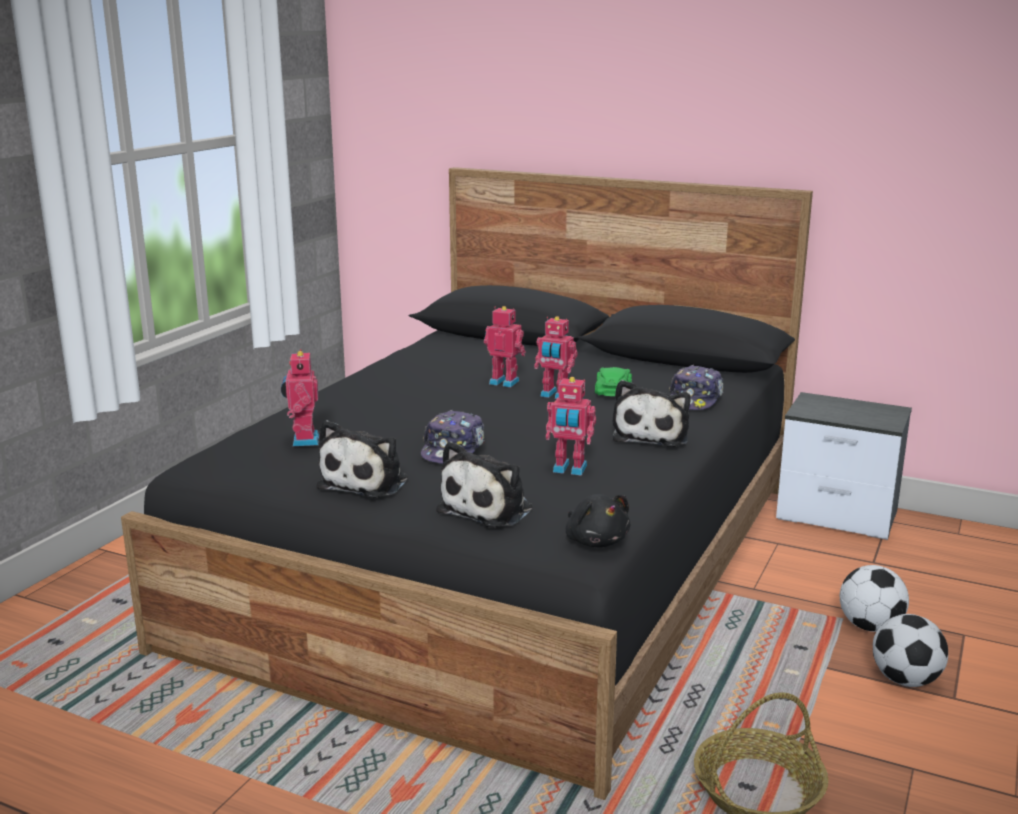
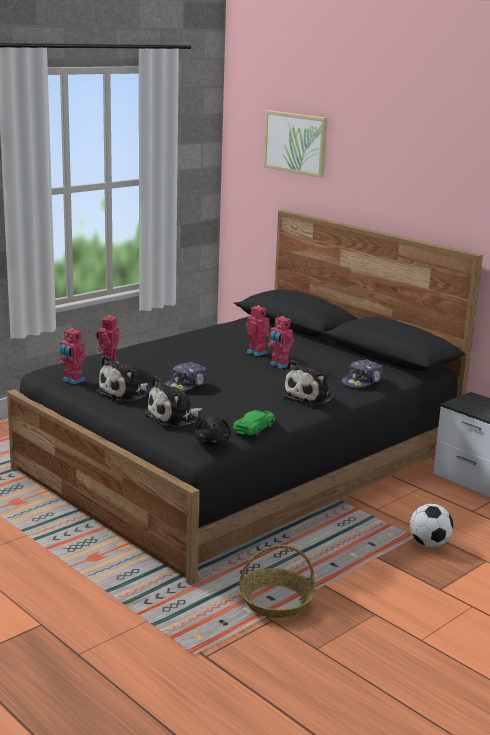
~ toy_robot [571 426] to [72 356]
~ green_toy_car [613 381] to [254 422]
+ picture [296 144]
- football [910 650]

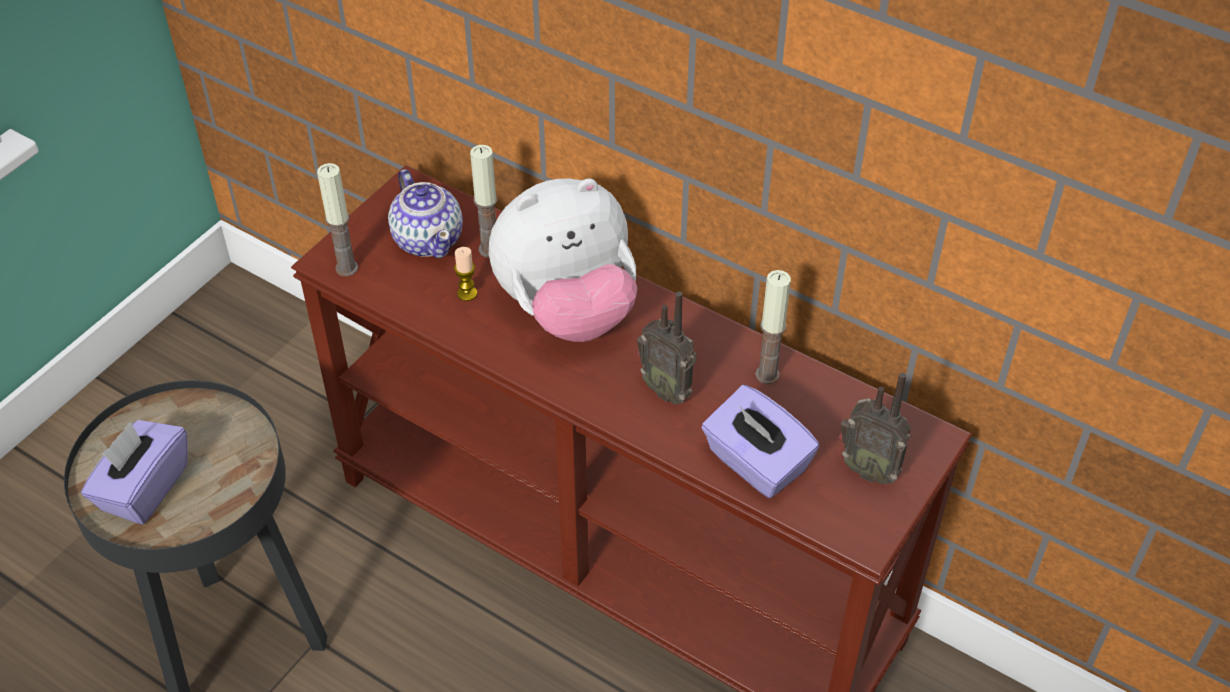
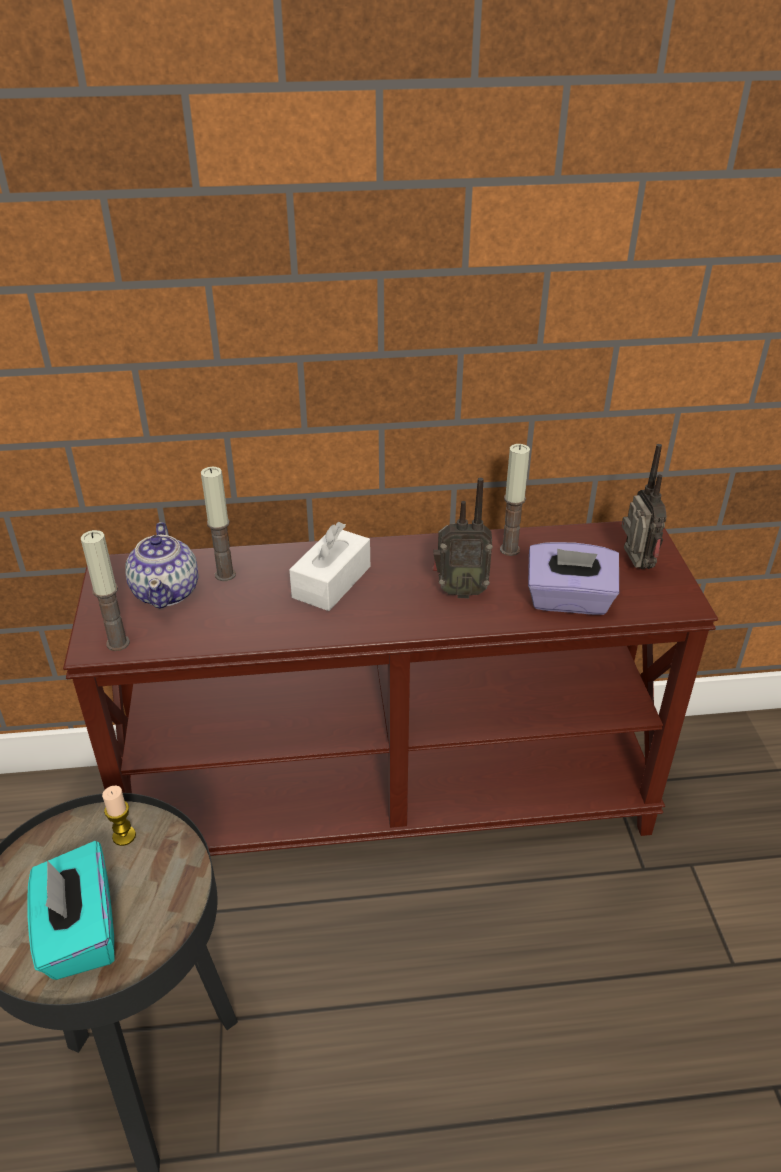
~ purple_tissue_box [134 472] to turquoise_tissue_box [70 910]
~ candle [465 274] to [119 815]
~ teapot [425 213] = [161 565] 60 degrees clockwise
~ plush_toy [563 260] to white_tissue_box [329 566]
~ radio [875 428] = [644 506] 90 degrees counterclockwise

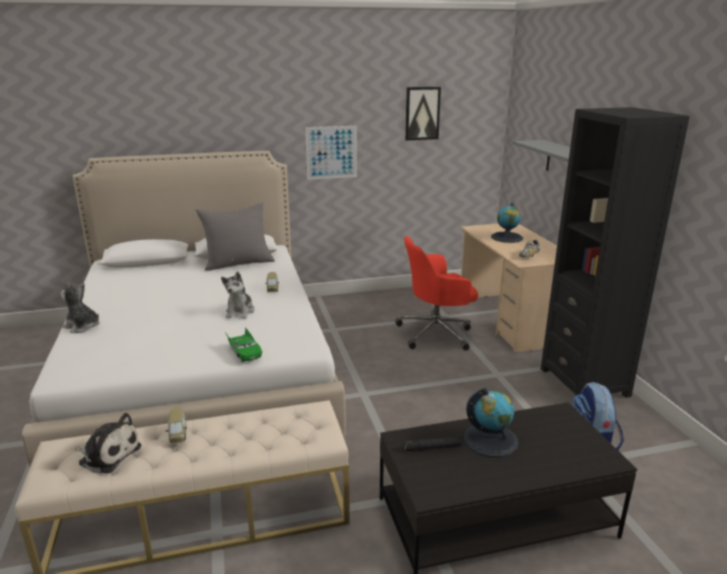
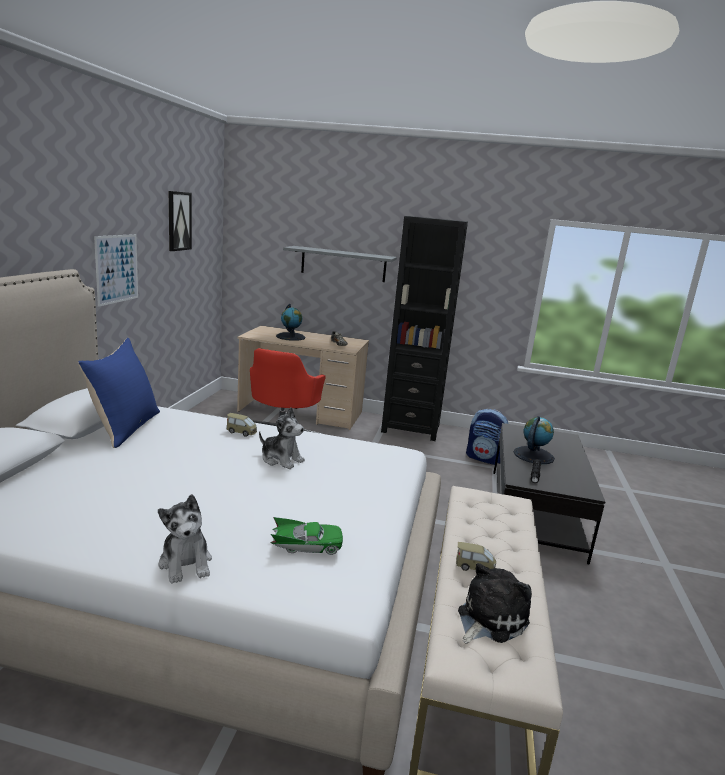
~ grey_pillow [235 236] to blue_pillow [119 393]
~ plush_toy [80 308] = [185 539] 75 degrees counterclockwise
~ green_toy_car [243 344] to [306 536]

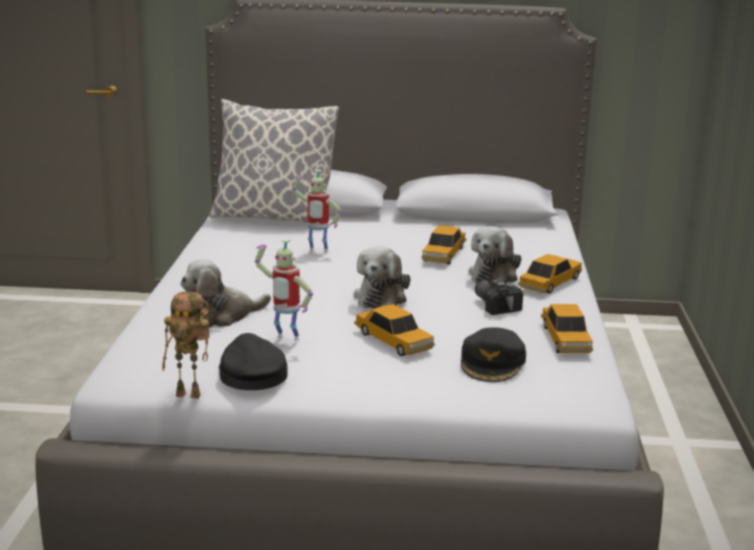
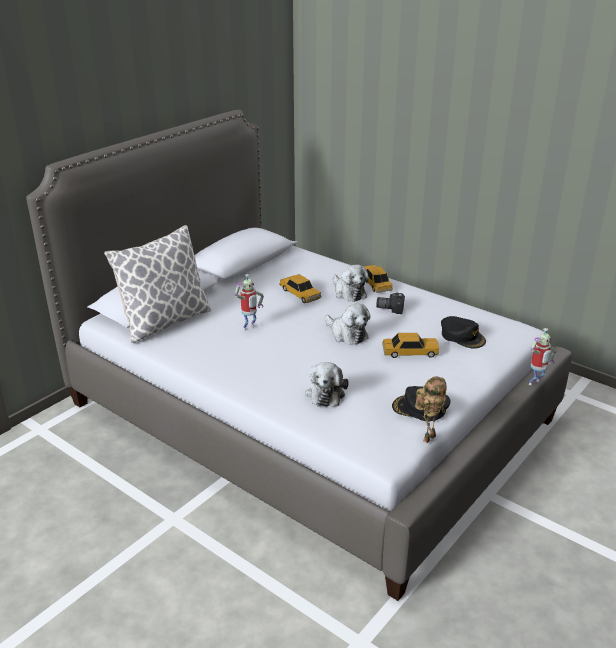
~ toy_robot [284 290] to [542 356]
- toy_car [567 328]

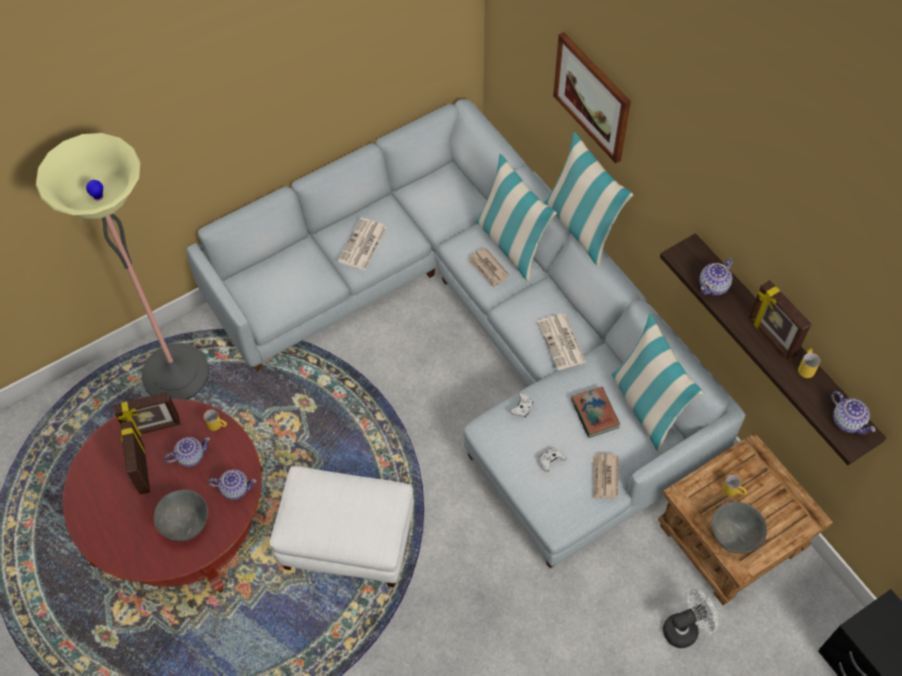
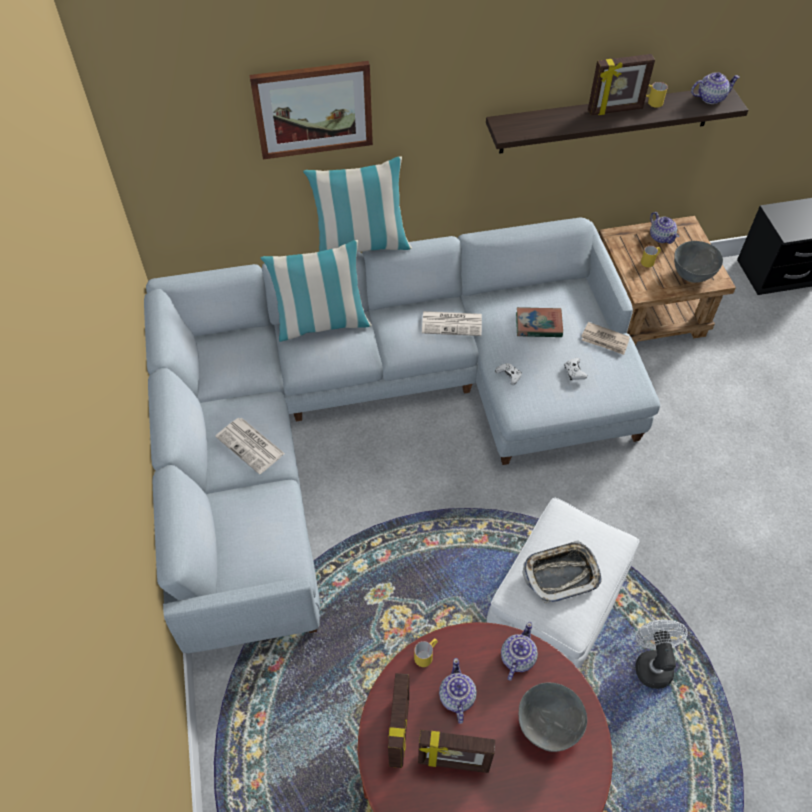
+ tray [562 572]
~ white_fan [690 618] to [661 654]
~ teapot [716 277] to [664 228]
- floor_lamp [122 266]
- newspaper [489 267]
- pillow [657 383]

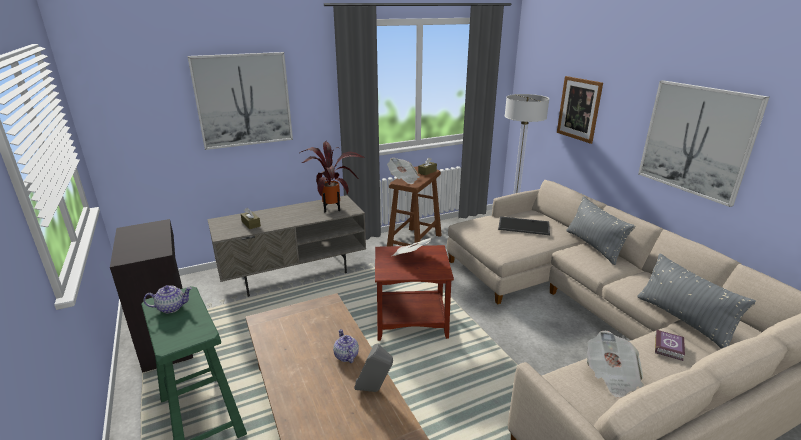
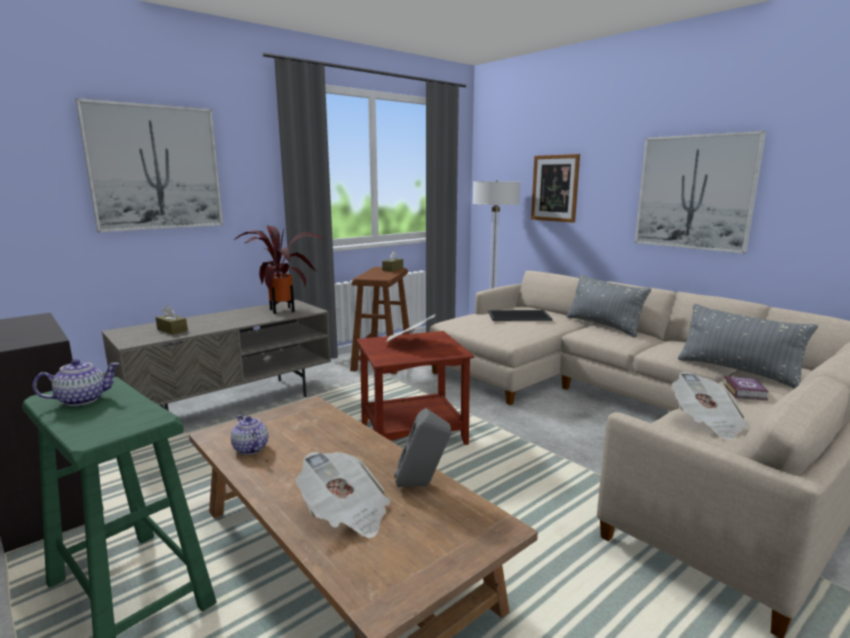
~ teapot [346 346] to [249 435]
~ newspaper [403 171] to [343 495]

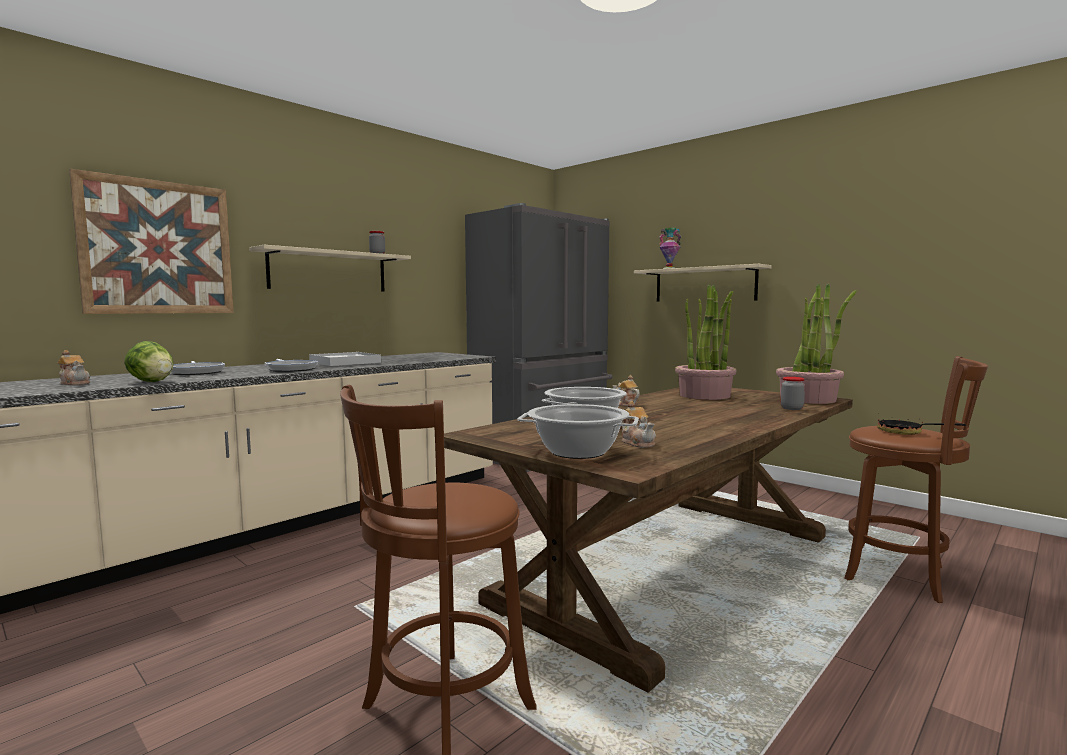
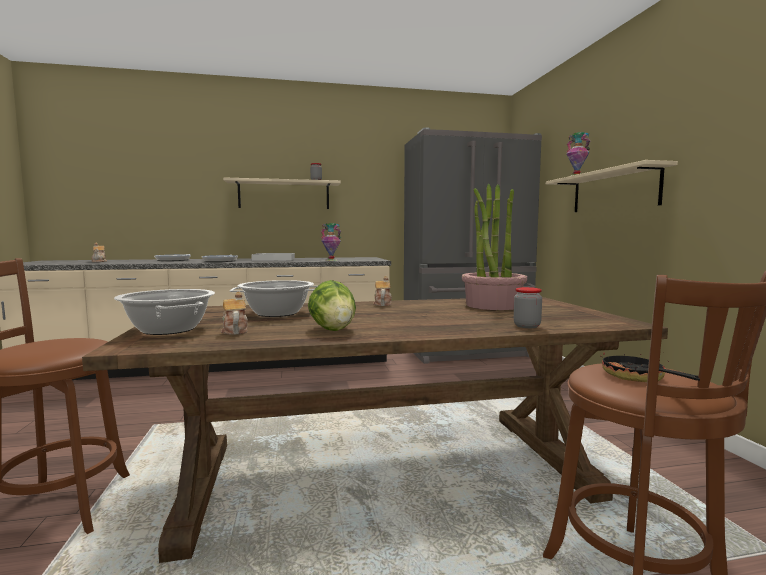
~ teapot [638 424] = [234 313] 150 degrees clockwise
~ lettuce [149 361] to [332 305]
+ vase [331 242]
- picture [151 241]
- potted_plant [816 344]

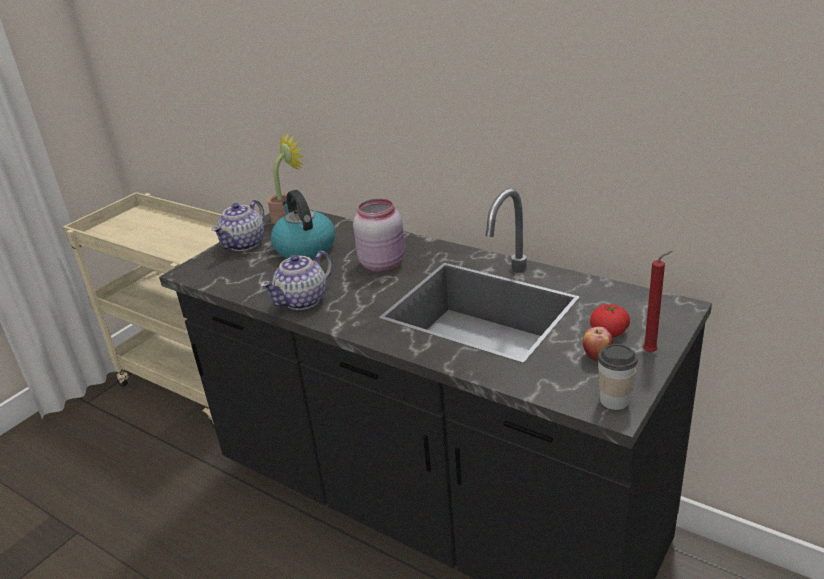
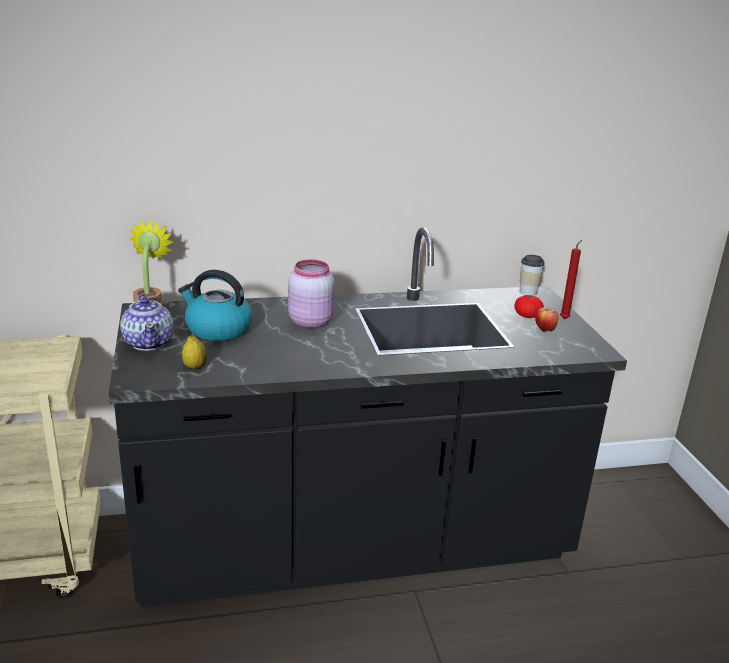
+ lemon [194 353]
~ cup [618 377] to [532 275]
- teapot [296 280]

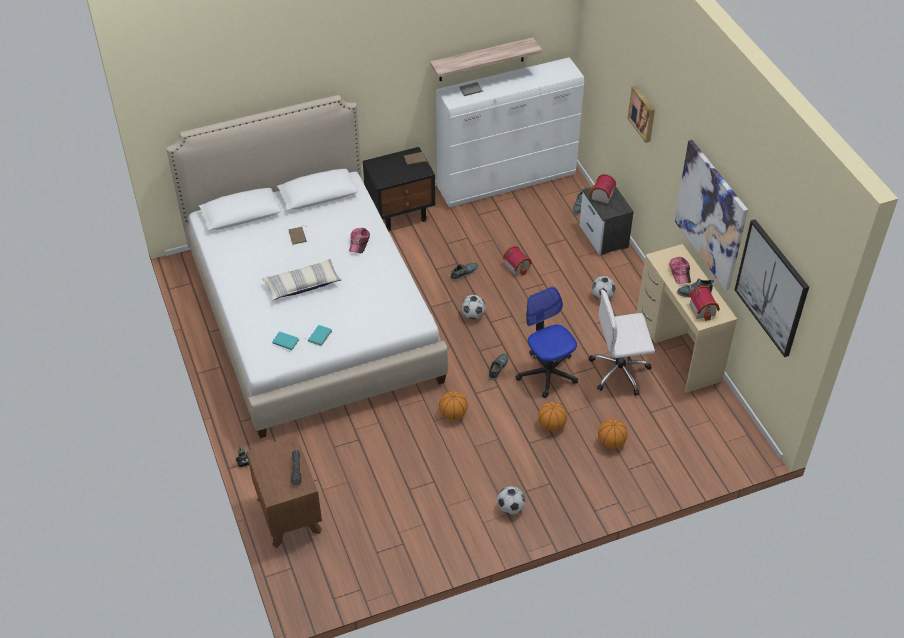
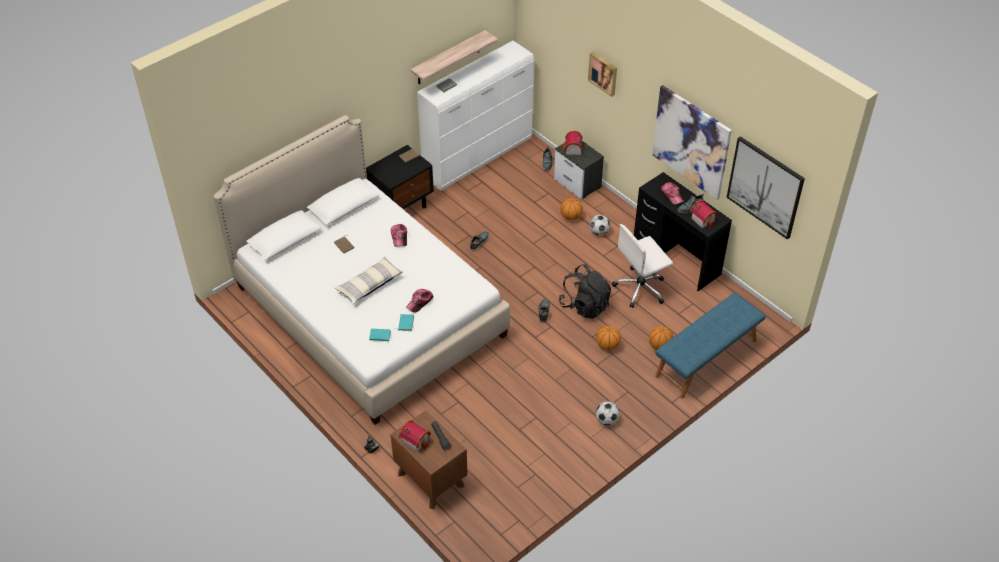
~ toy_house [517 261] to [415 436]
+ cap [419 300]
~ office_chair [546 342] to black_backpack [585 291]
~ basketball [453 405] to [572 209]
~ beige_desk [687 318] to black_desk [683 231]
+ blue_bench [710 345]
- football [473 307]

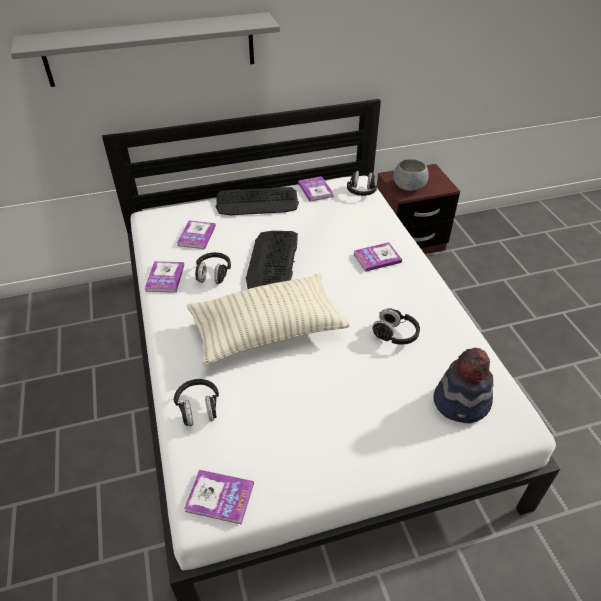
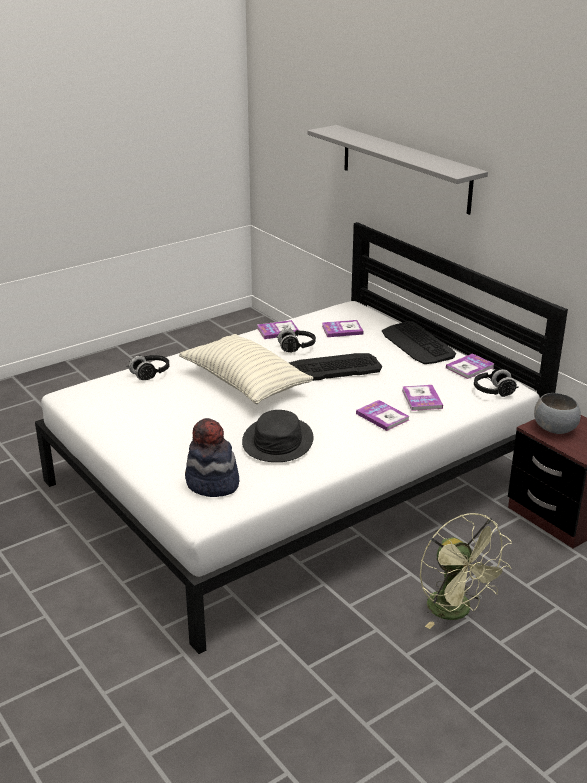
~ black_headphones [396 326] to black_hat [278 436]
~ book [219 497] to [422 398]
+ green_fan [466 571]

